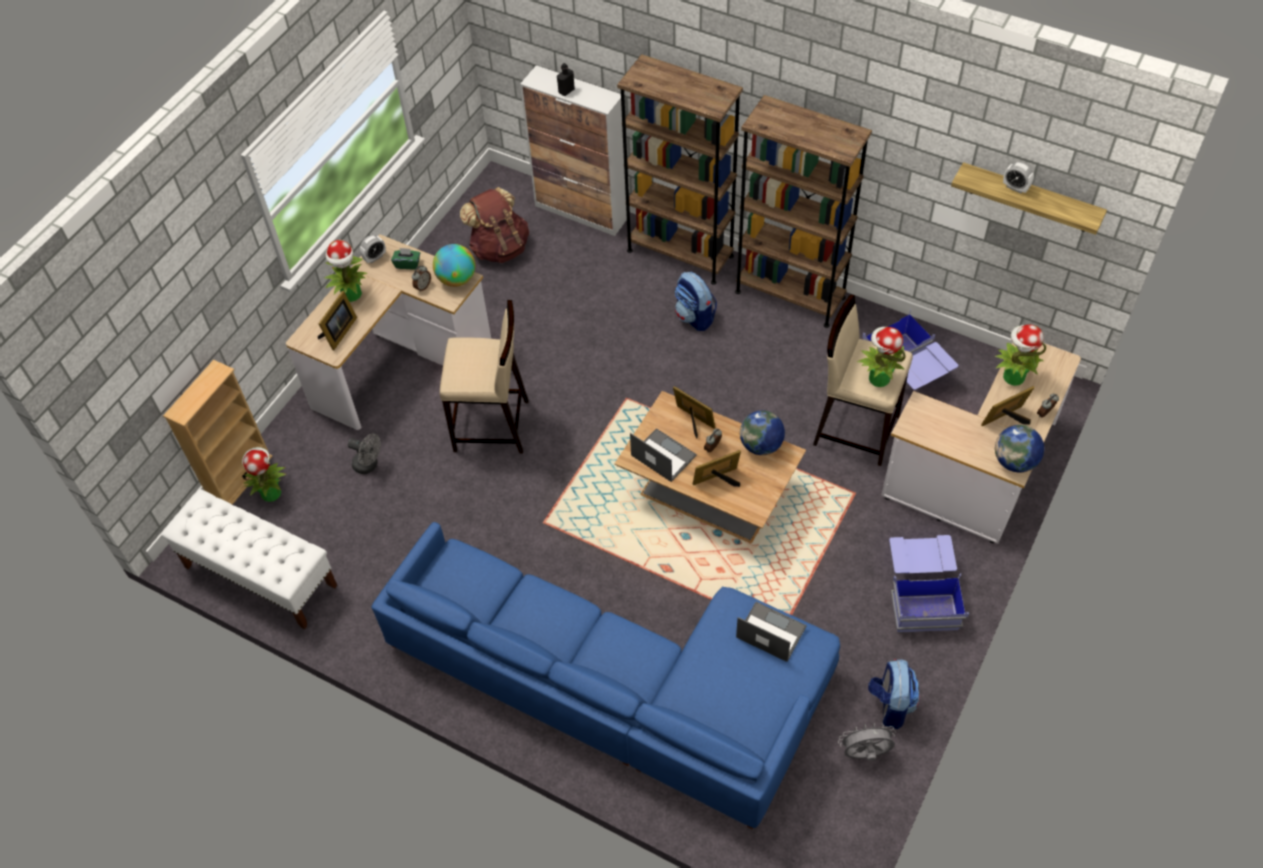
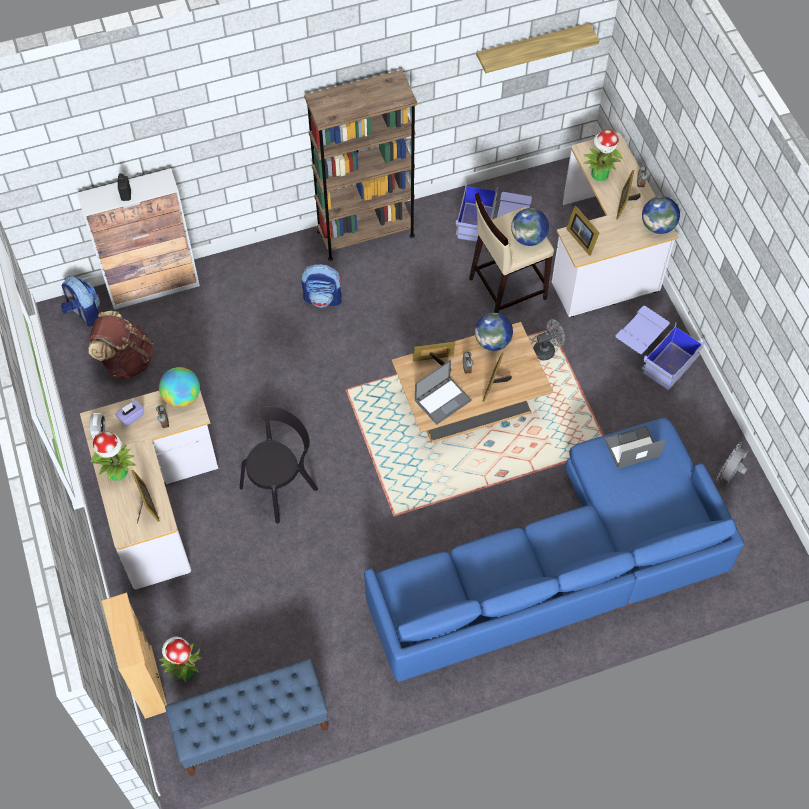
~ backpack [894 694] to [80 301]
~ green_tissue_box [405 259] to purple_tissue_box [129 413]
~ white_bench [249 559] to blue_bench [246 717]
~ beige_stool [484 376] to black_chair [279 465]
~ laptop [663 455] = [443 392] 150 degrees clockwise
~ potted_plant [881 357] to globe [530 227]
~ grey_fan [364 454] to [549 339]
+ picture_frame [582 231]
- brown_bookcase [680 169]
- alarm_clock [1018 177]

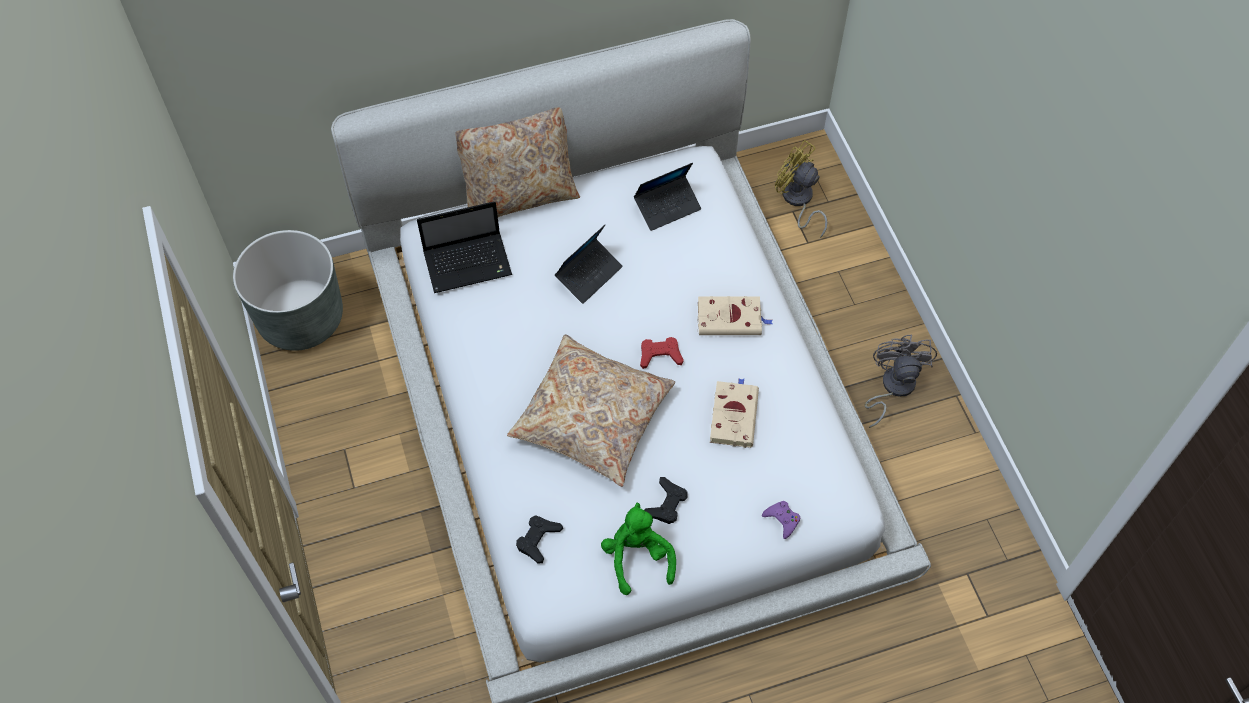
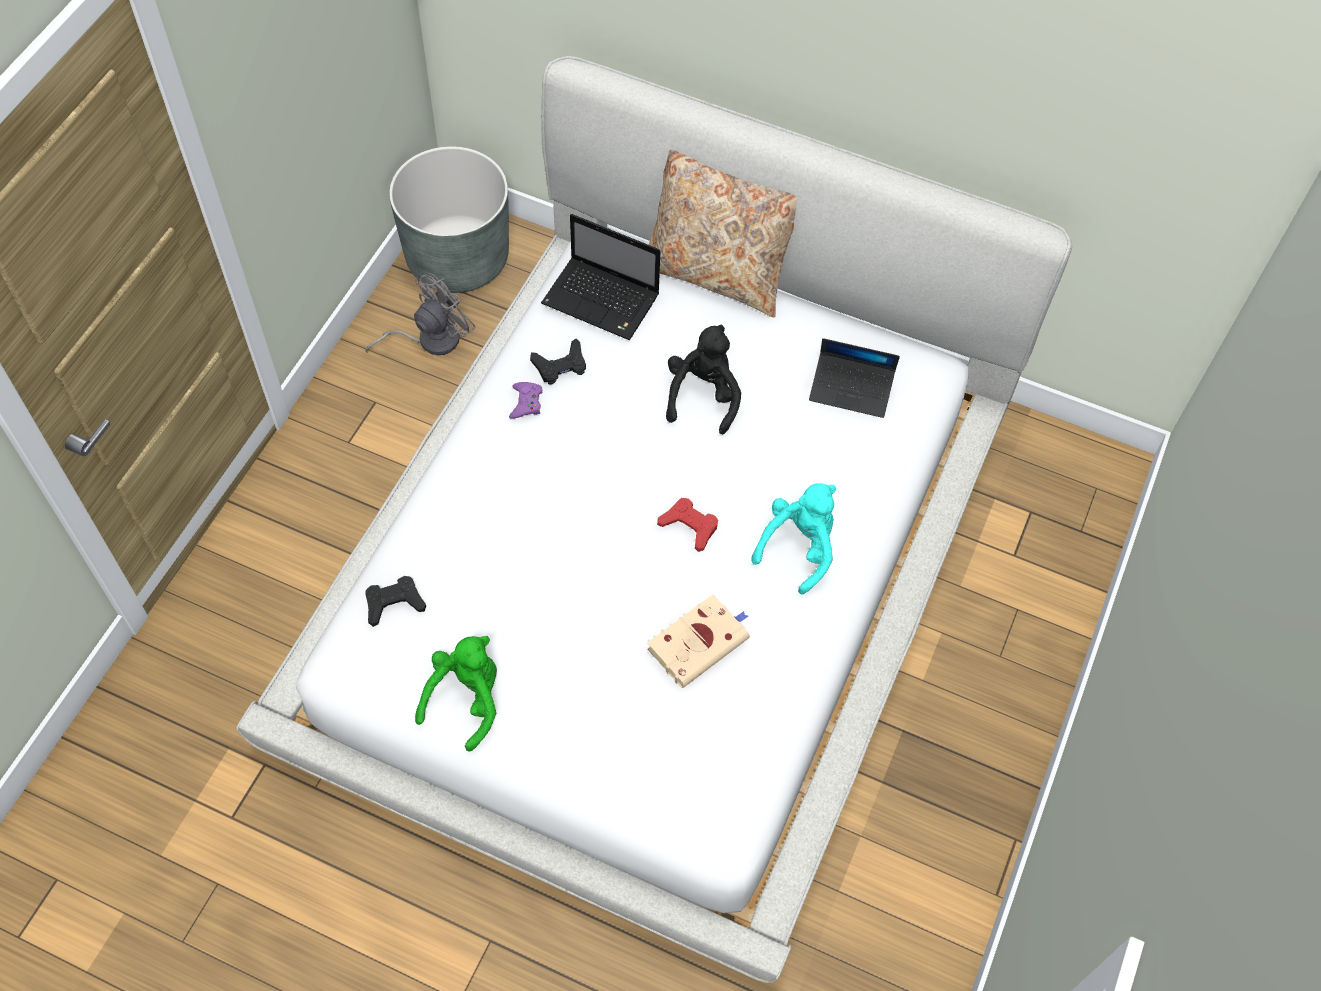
~ grey_fan [901 381] to [420 314]
~ purple_game_controller [781 520] to [525 400]
~ black_game_controller [666 500] to [558 361]
~ laptop [589 264] to black_plush_toy [703 379]
~ beige_book [735 315] to turquoise_plush_toy [793 538]
- beige_pillow [591 410]
- yellow_fan [801 189]

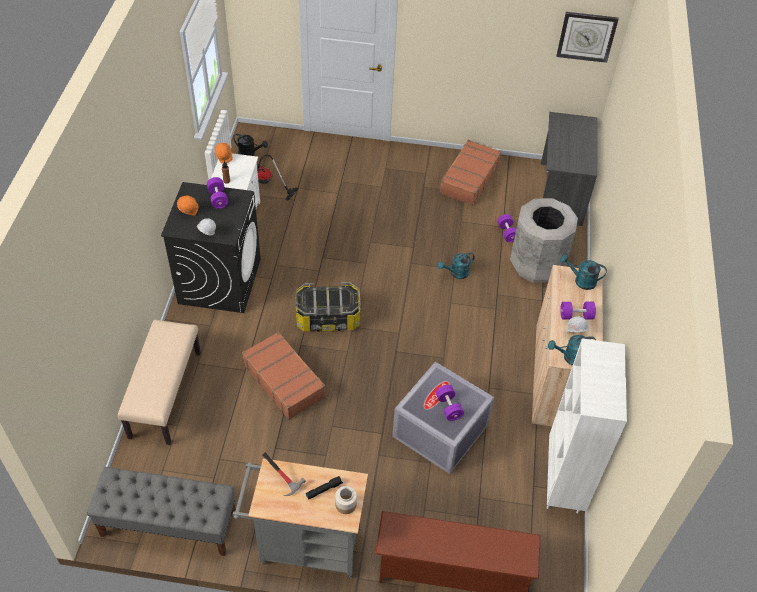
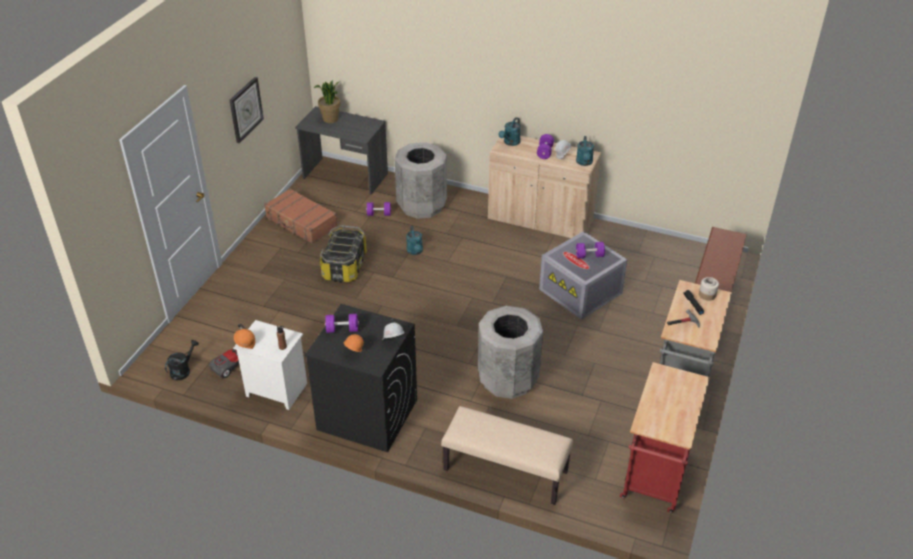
~ wall_clock [587 37] to [246 110]
+ potted_plant [327 101]
~ storage_box [328 307] to [343 254]
~ brown_suitcase [283 376] to grey_trash_can [510 352]
~ grey_bench [161 511] to red_cart [665 437]
- white_bookcase [586 425]

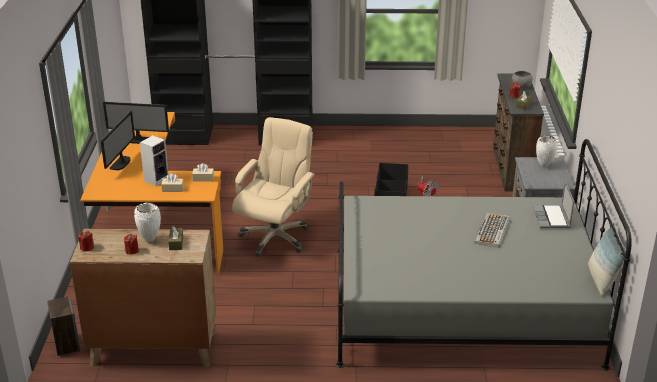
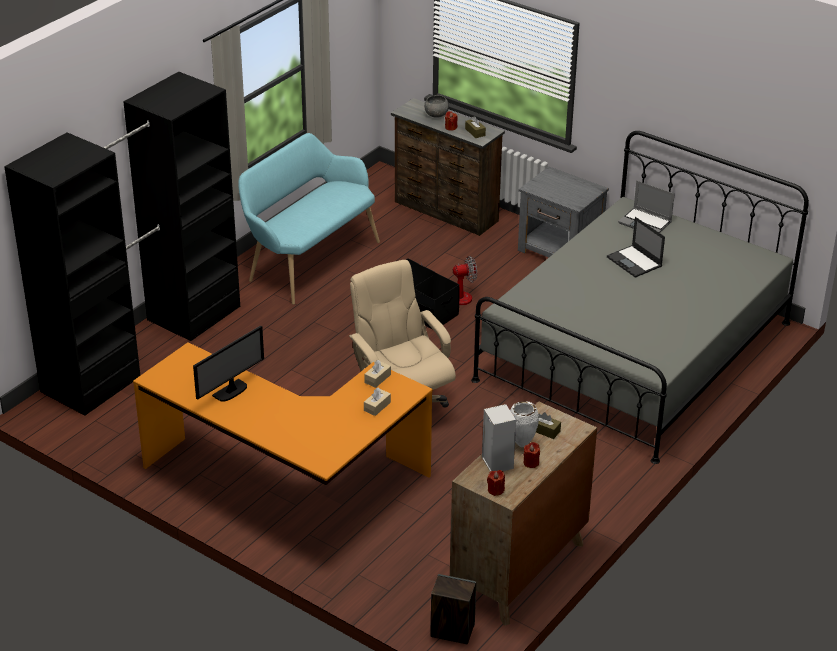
+ turquoise_bench [309 219]
~ speaker [154 160] to [499 437]
~ keyboard [492 230] to laptop [636 247]
- monitor [118 140]
- white_vase [547 151]
- pillow [607 259]

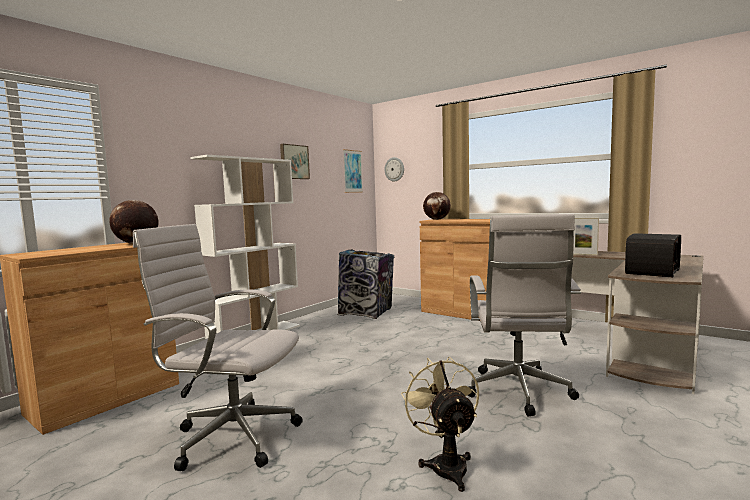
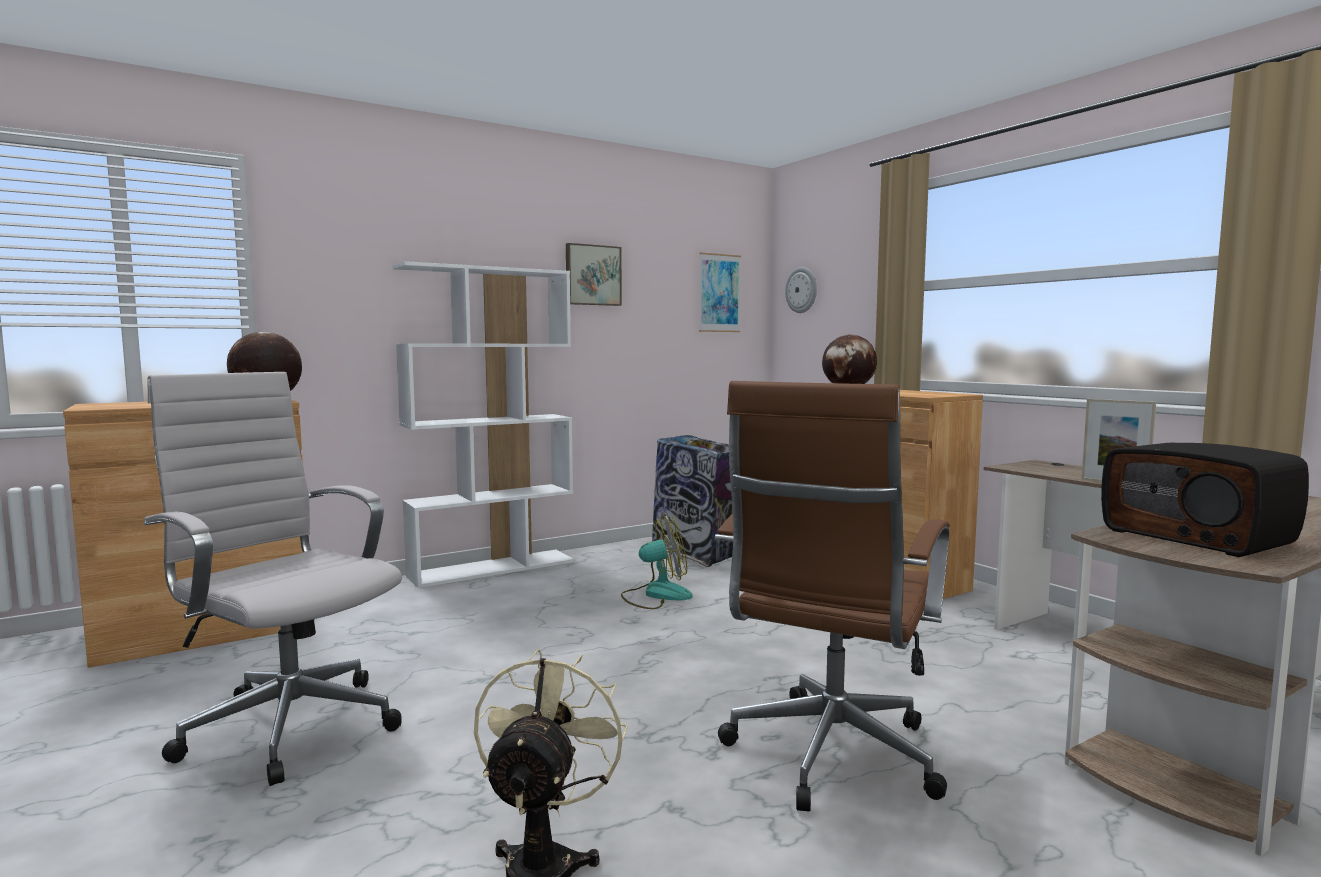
+ fan [656 561]
~ white_office_chair [524 315] to brown_office_chair [832 596]
~ radio [653 255] = [1205 500] 90 degrees clockwise

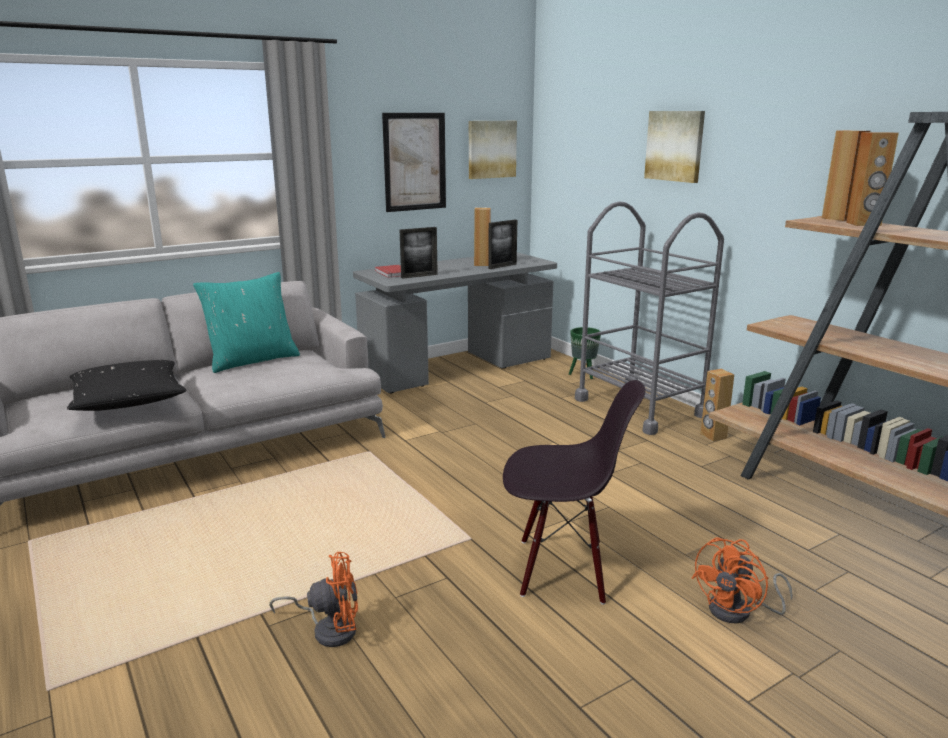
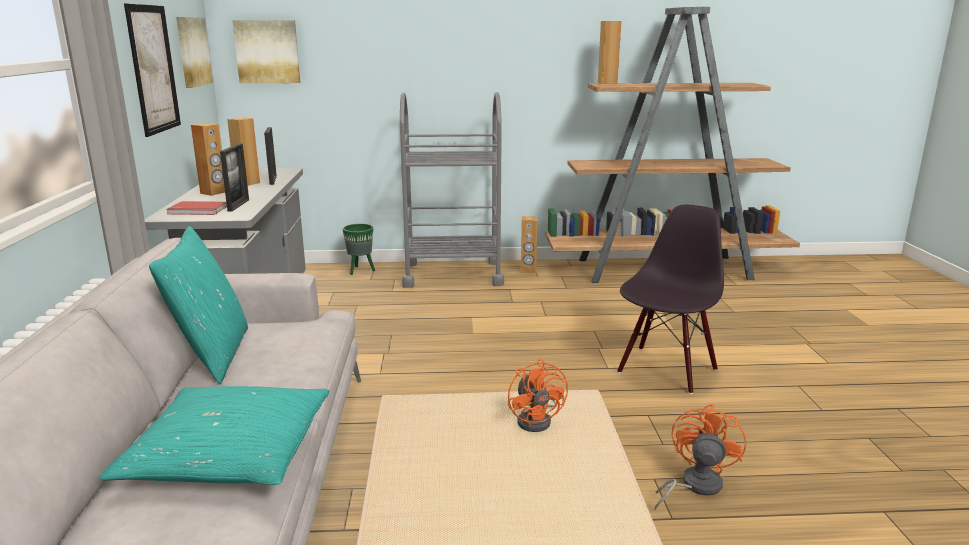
~ black_pillow [127 385] to turquoise_pillow [214 435]
~ brown_speaker [872 179] to [208 159]
~ picture [674 147] to [266 51]
~ orange_fan [742 580] to [538 395]

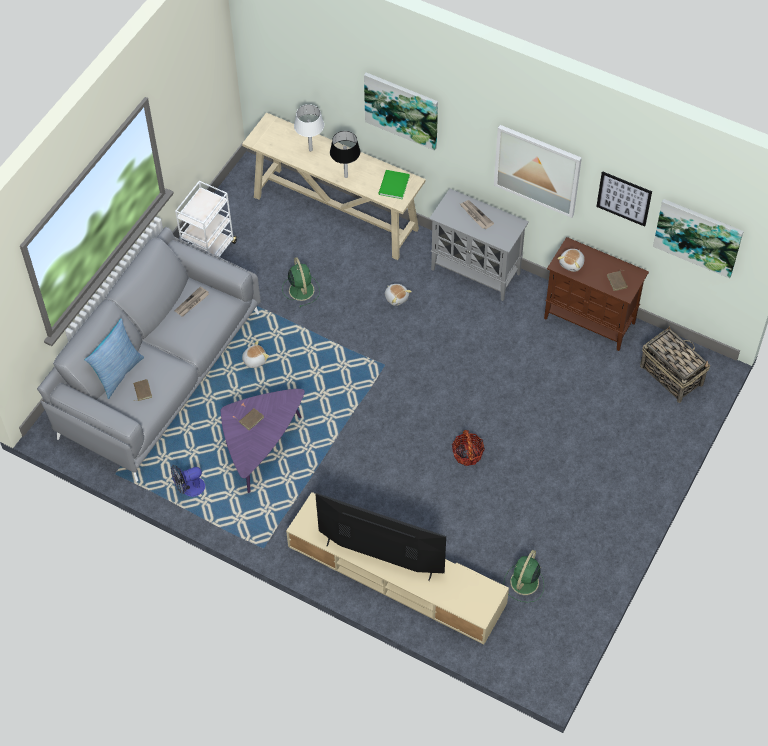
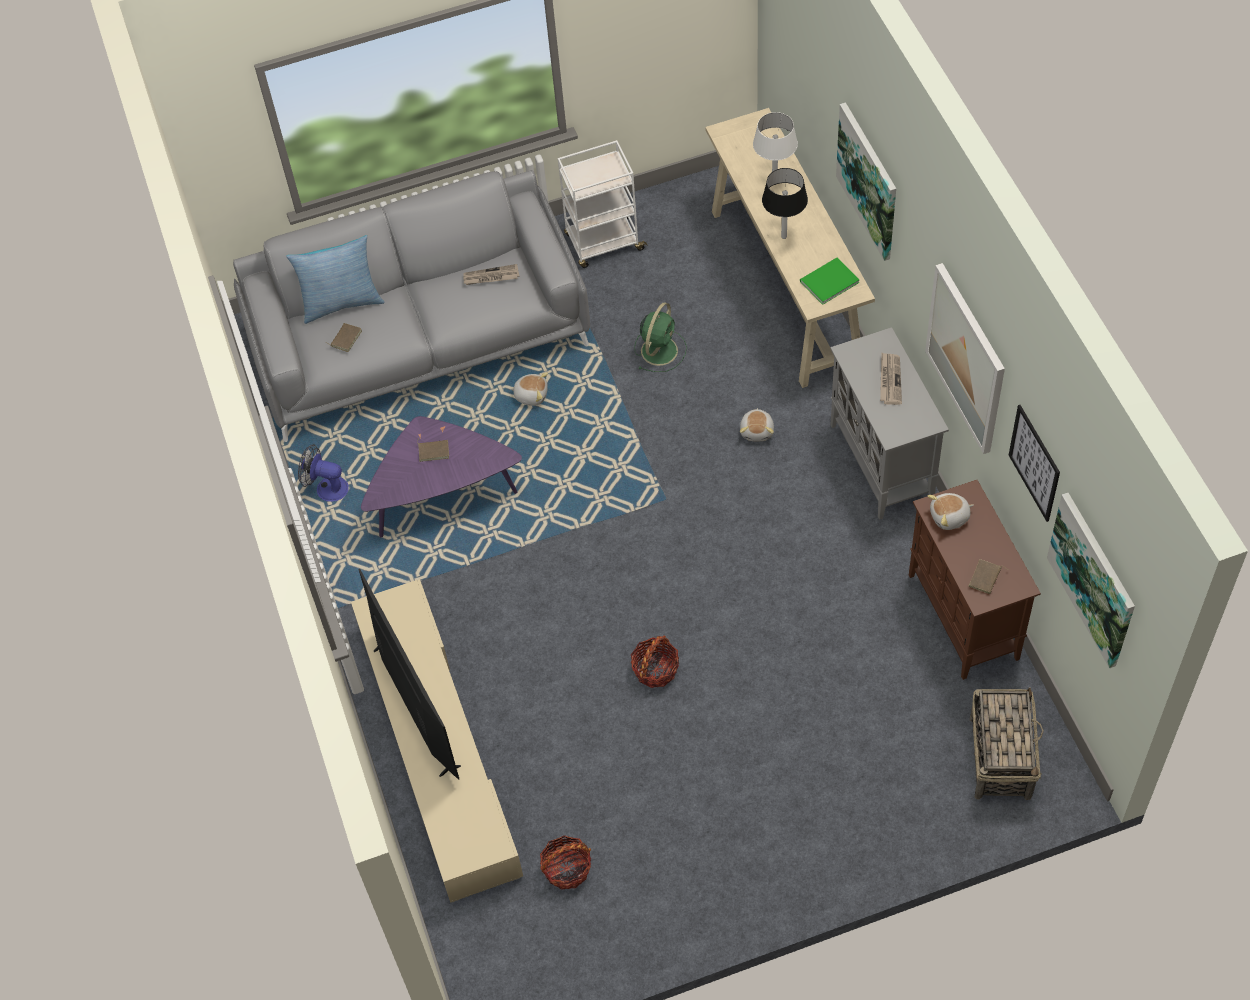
~ green_fan [524 576] to basket [565 862]

